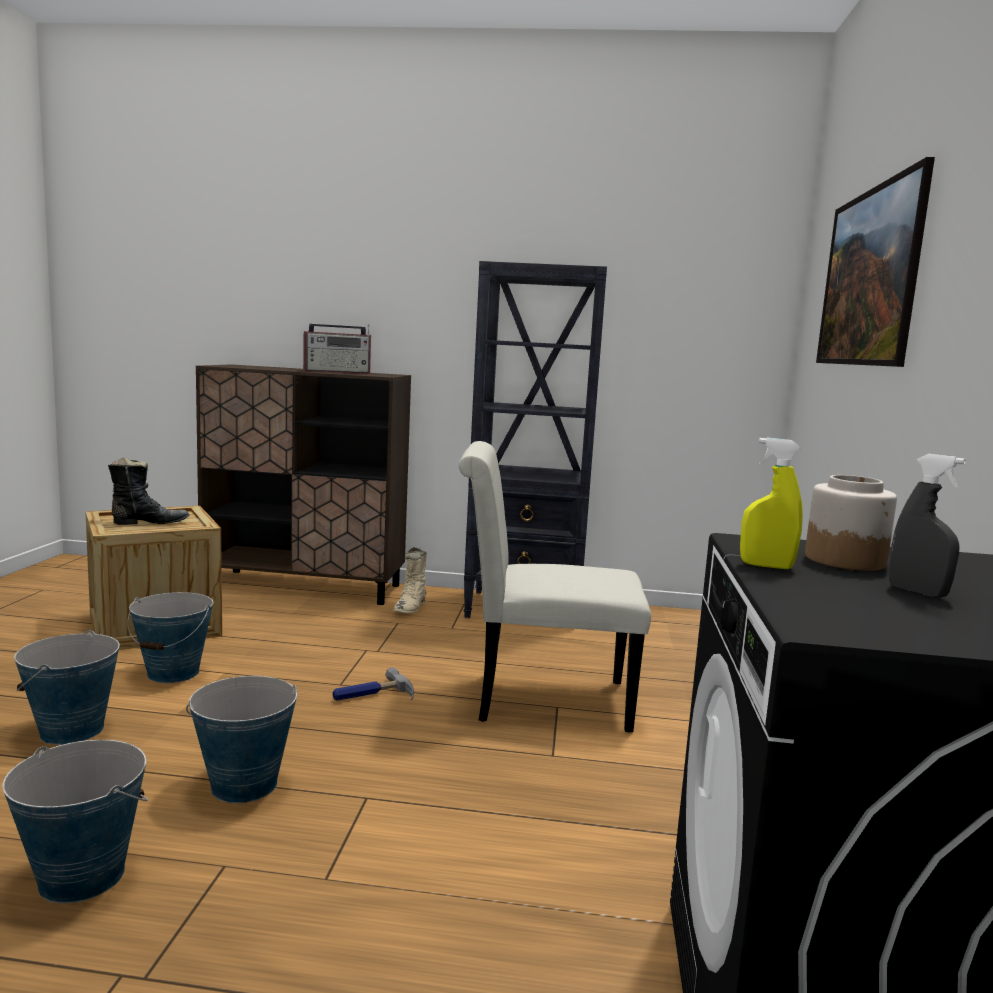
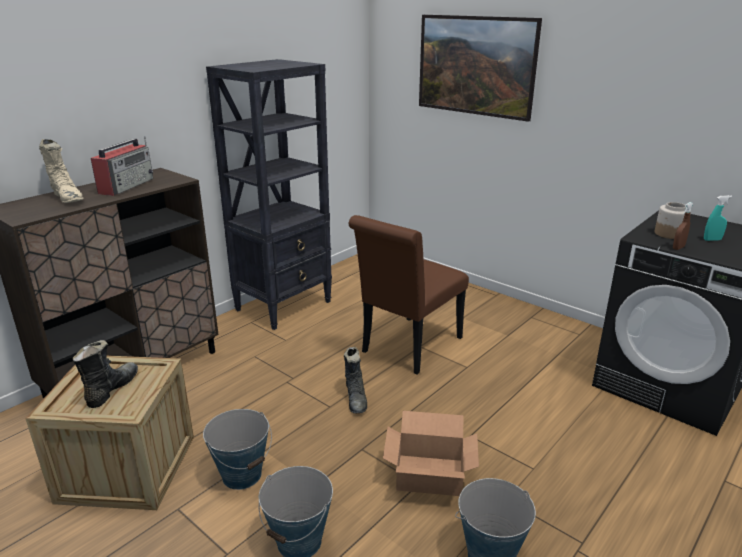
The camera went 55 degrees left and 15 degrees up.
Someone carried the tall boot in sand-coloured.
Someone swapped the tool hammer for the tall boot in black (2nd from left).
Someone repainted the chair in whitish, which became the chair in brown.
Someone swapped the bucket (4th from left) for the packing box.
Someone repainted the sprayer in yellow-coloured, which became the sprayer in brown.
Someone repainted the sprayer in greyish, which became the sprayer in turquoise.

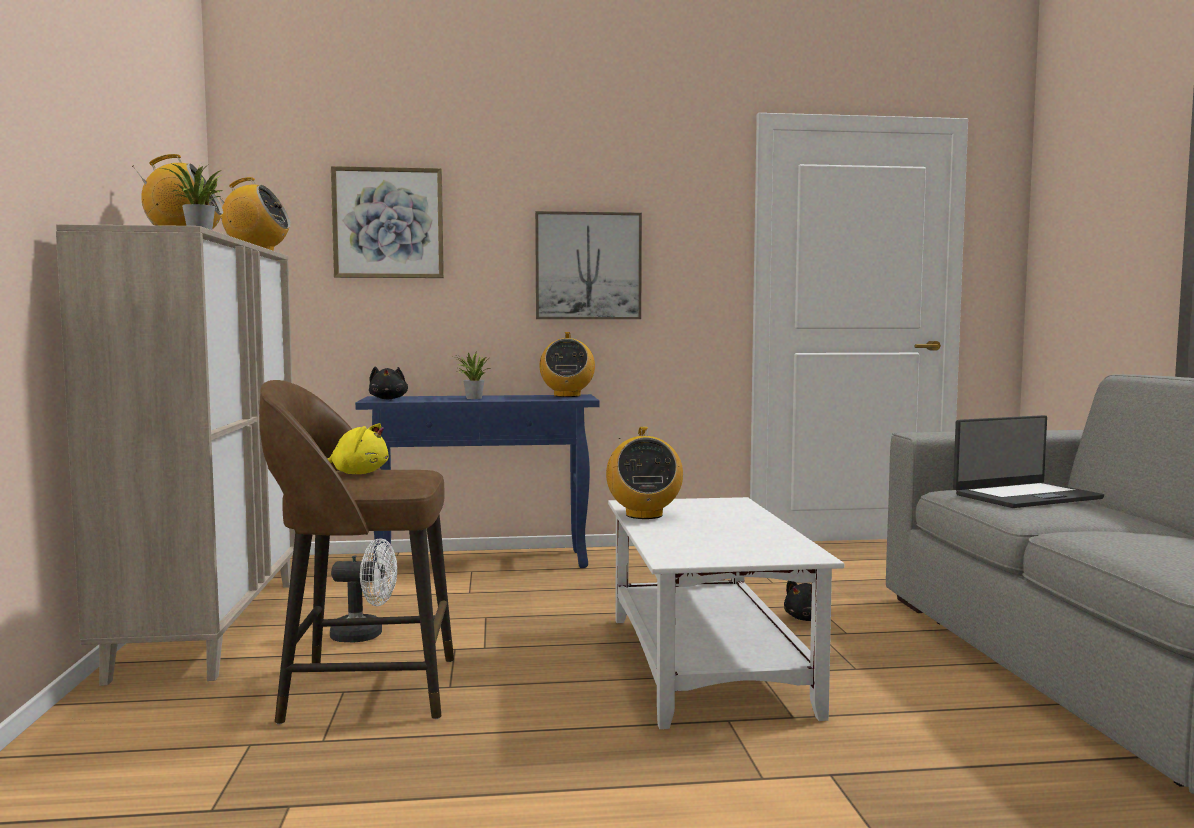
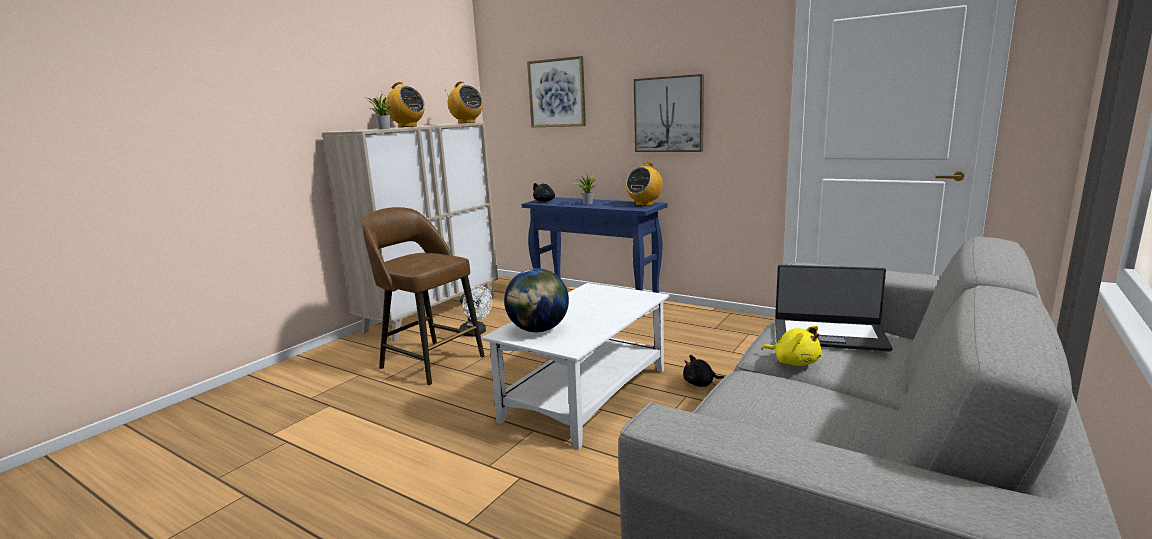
The camera went 40 degrees right and 10 degrees up.
Someone put down the world globe.
Someone carried the soft toy in yellow-coloured.
Someone took away the radio (4th from left).

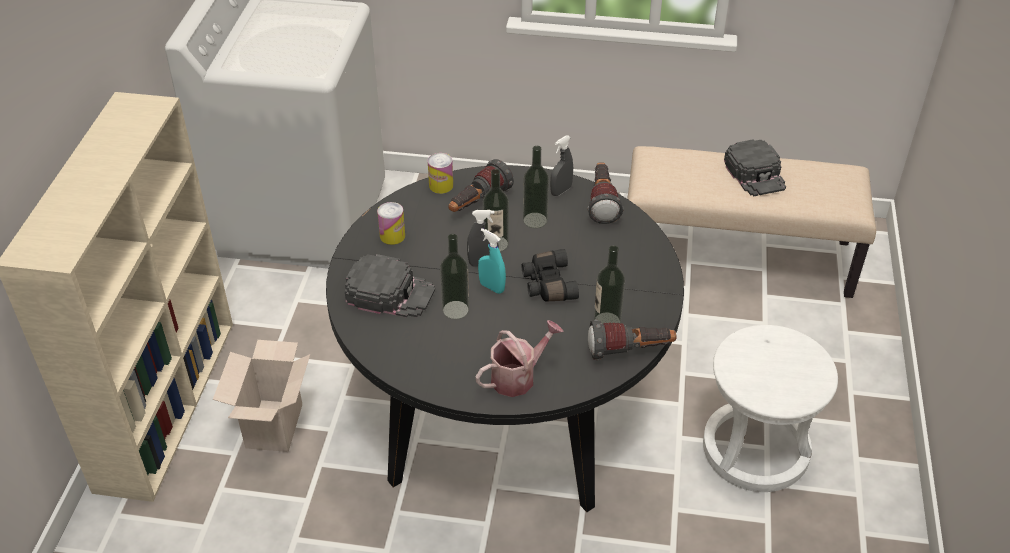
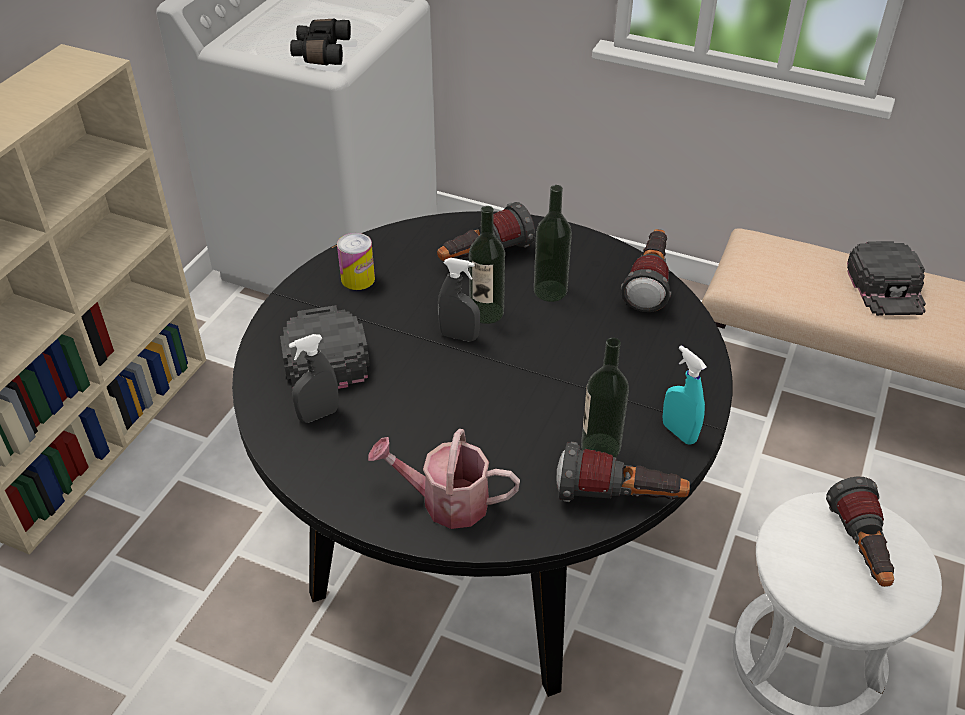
The camera went 15 degrees right and 0 degrees up.
Someone rotated the cap in black (1st from left) by 135 degrees counterclockwise.
Someone carried the sprayer in greyish (2nd from left in the first image).
Someone carried the field glasses in black.
Someone rotated the watering pot by 150 degrees counterclockwise.
Someone carried the sprayer in turquoise.
Someone put down the hand torch (4th from left).
Someone took away the packing box.
Someone took away the metal can (2nd from left).
Someone took away the bottle (1st from left).

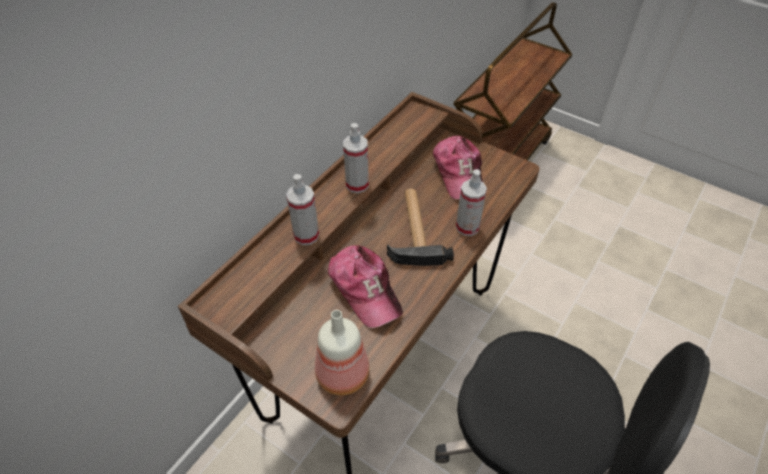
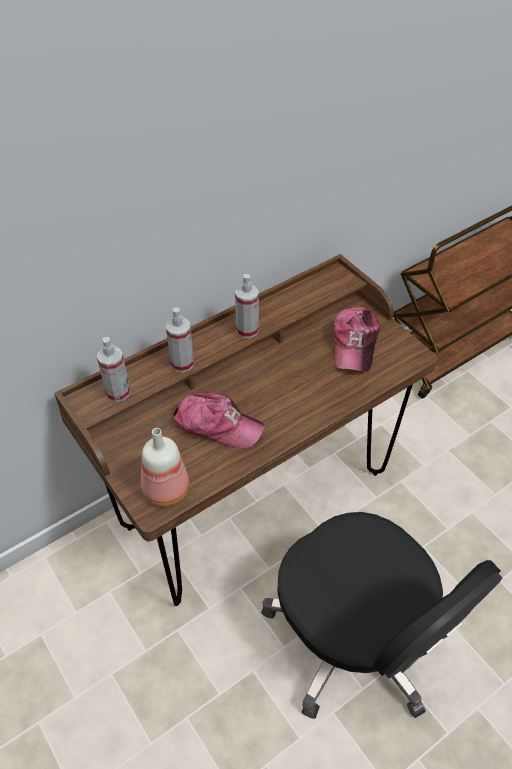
The camera went 20 degrees right and 0 degrees up.
Someone carried the sprayer (3rd from left in the first image).
Someone rotated the cap (1st from left) by 60 degrees counterclockwise.
Someone took away the tool hammer.

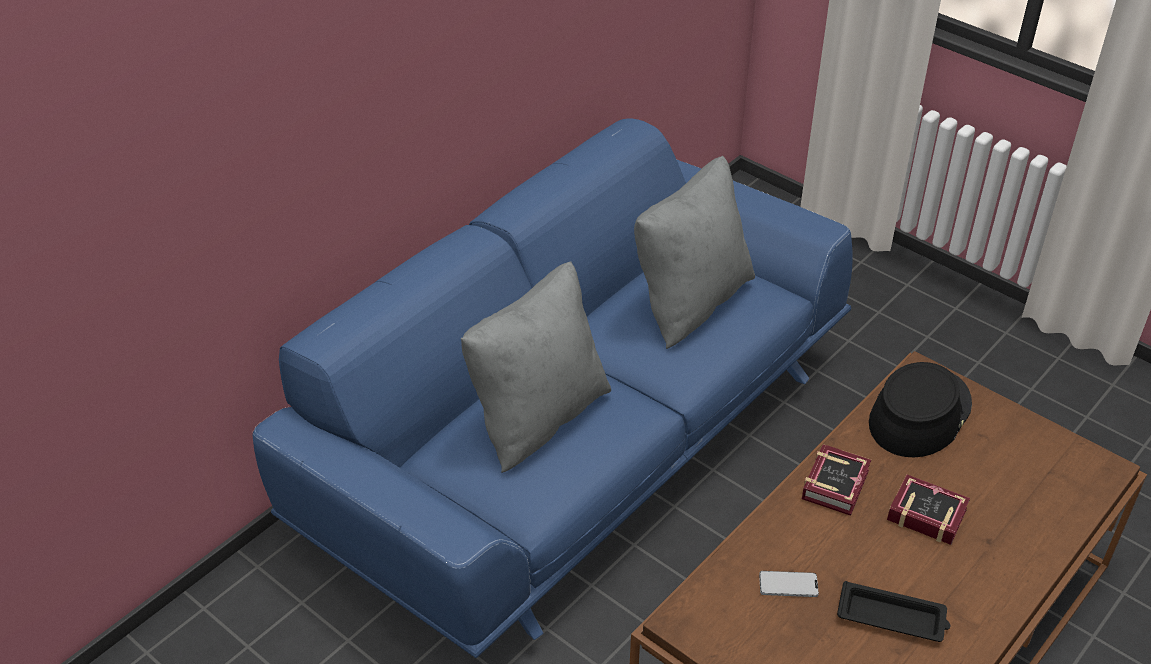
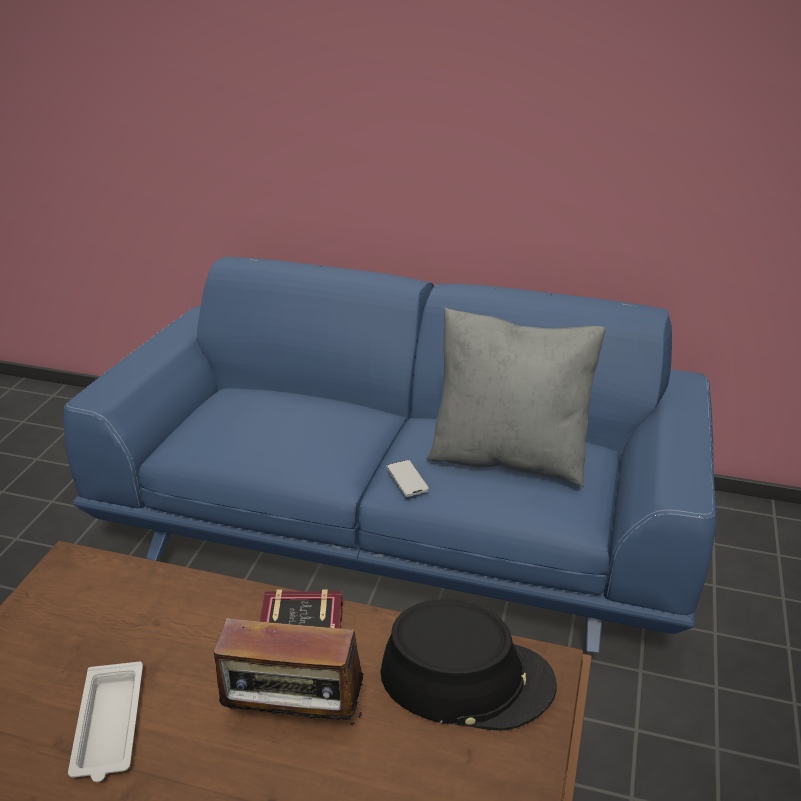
The camera went 65 degrees right and 10 degrees down.
Someone repainted the tray in black, which became the tray in whitish.
Someone swapped the volume (2nd from left) for the radio.
Someone carried the telephone.
Someone took away the throw pillow in greyish (1st from left).

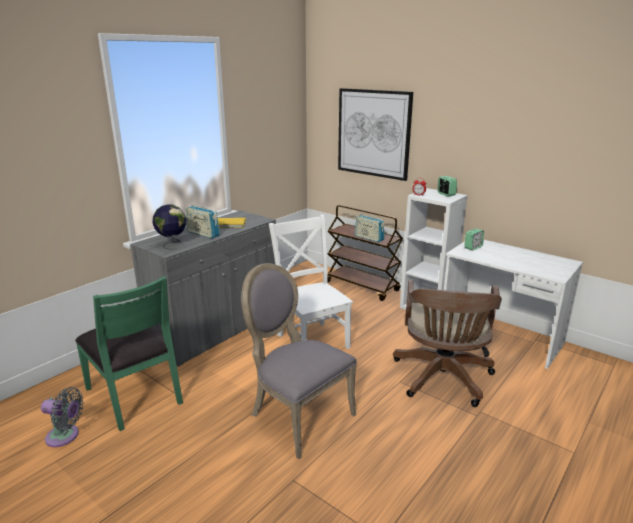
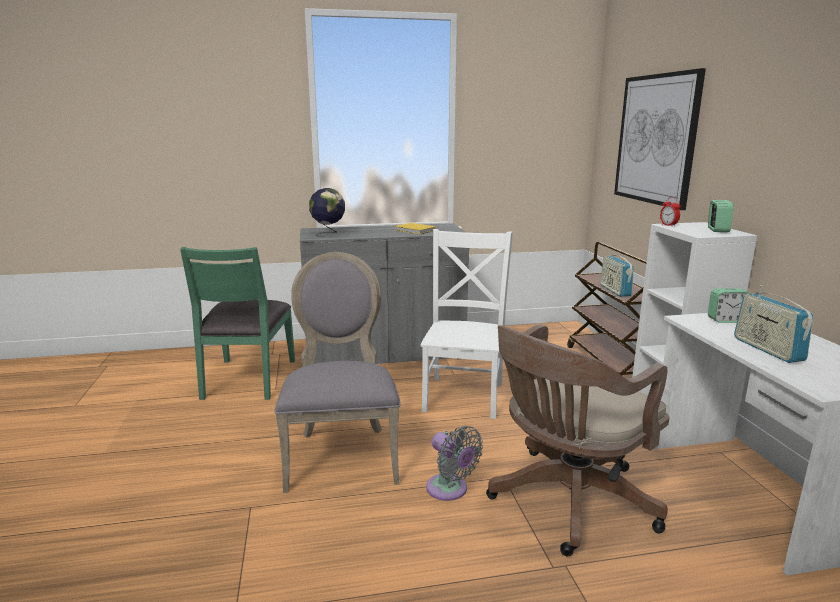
The camera went 40 degrees right and 5 degrees down.
Someone carried the fan in greyish.
Someone carried the radio (1st from left in the first image).

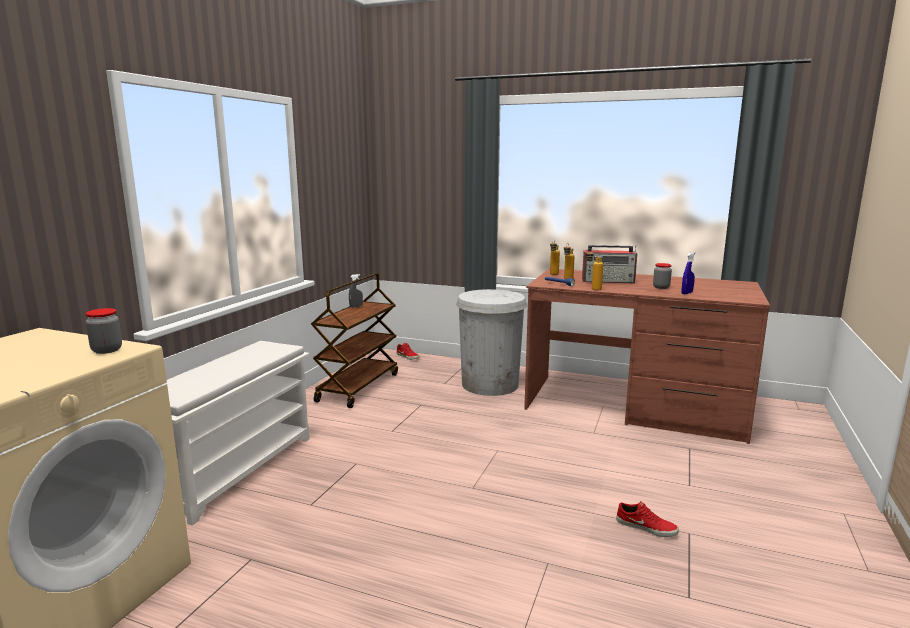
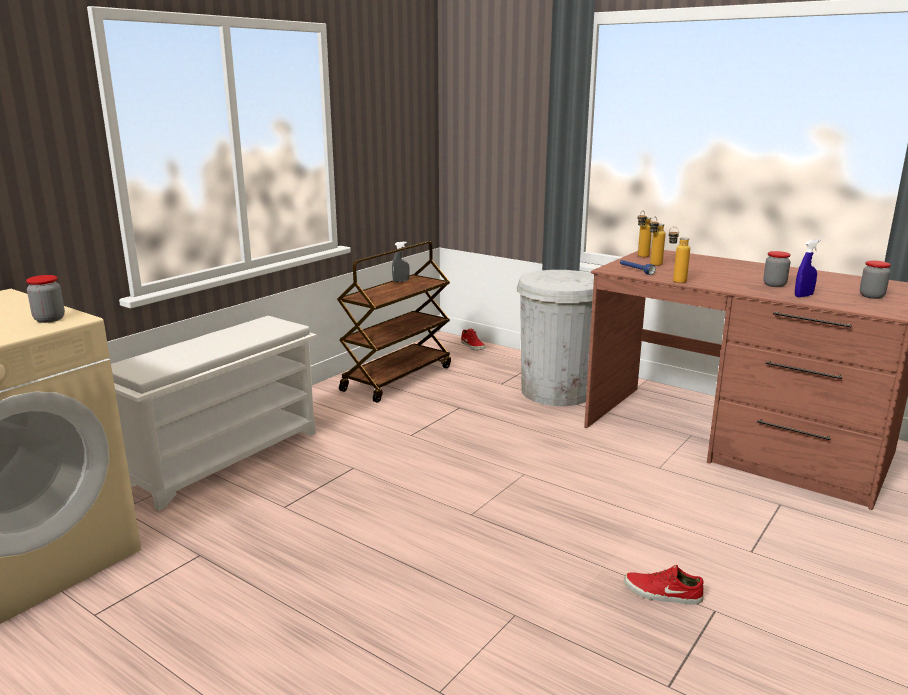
The camera went 15 degrees right and 5 degrees up.
Someone rotated the shoe in red-coloured (2nd from left) by 150 degrees clockwise.
Someone put down the storage jar (3rd from left).
Someone took away the radio.

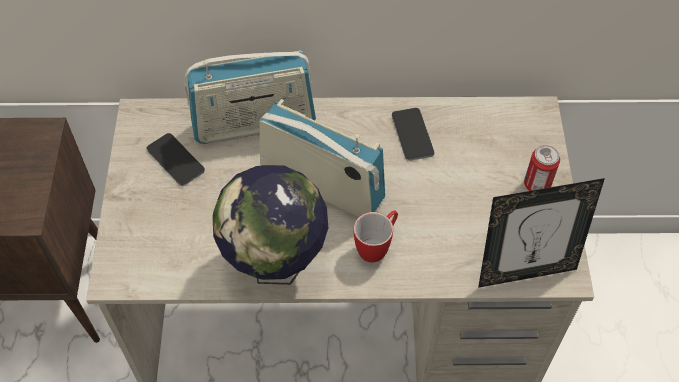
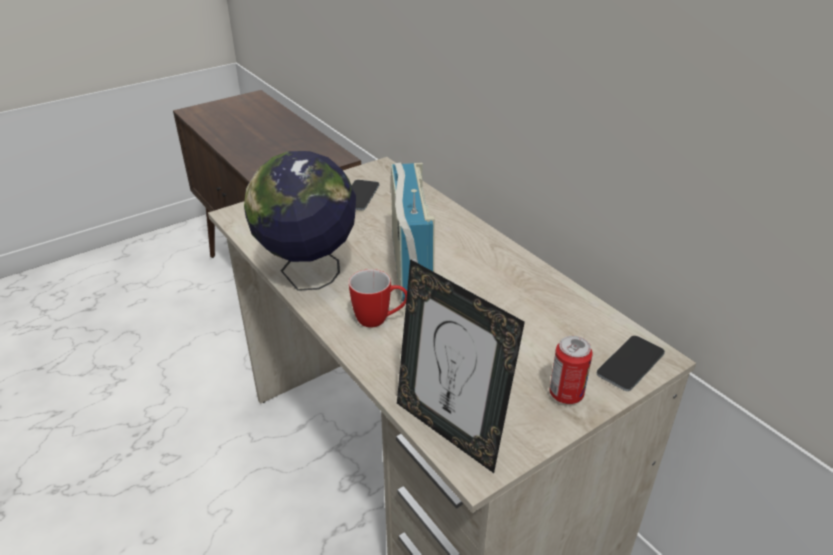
The camera went 55 degrees right and 20 degrees down.
Someone carried the telephone (2nd from left).
Someone took away the radio (1st from left).

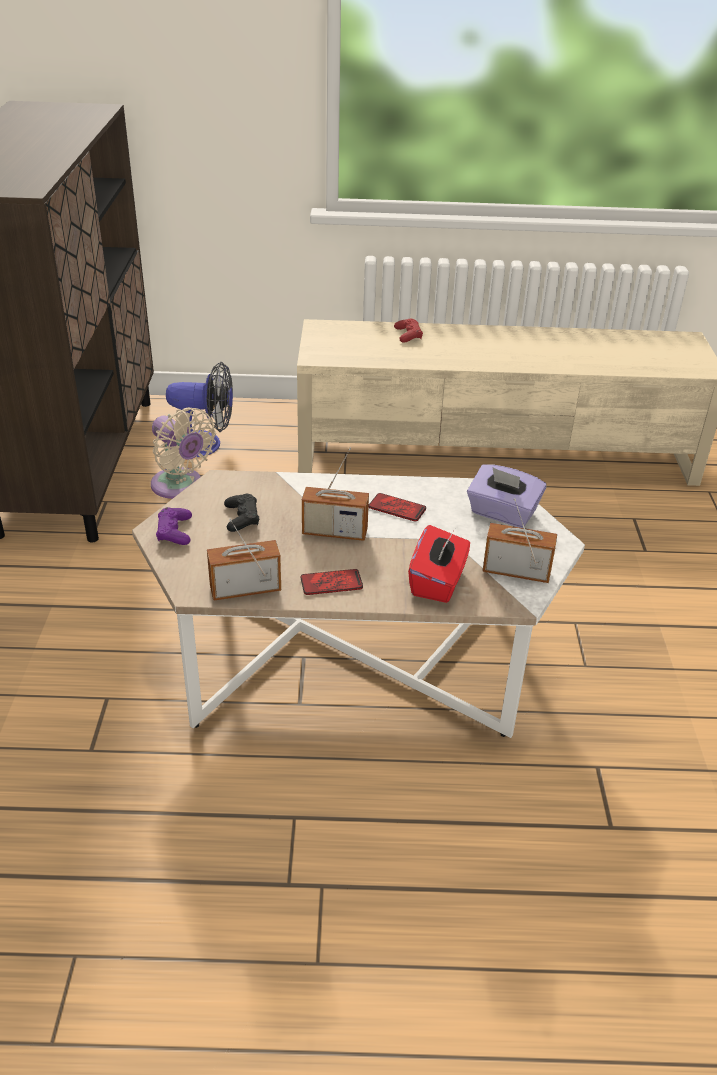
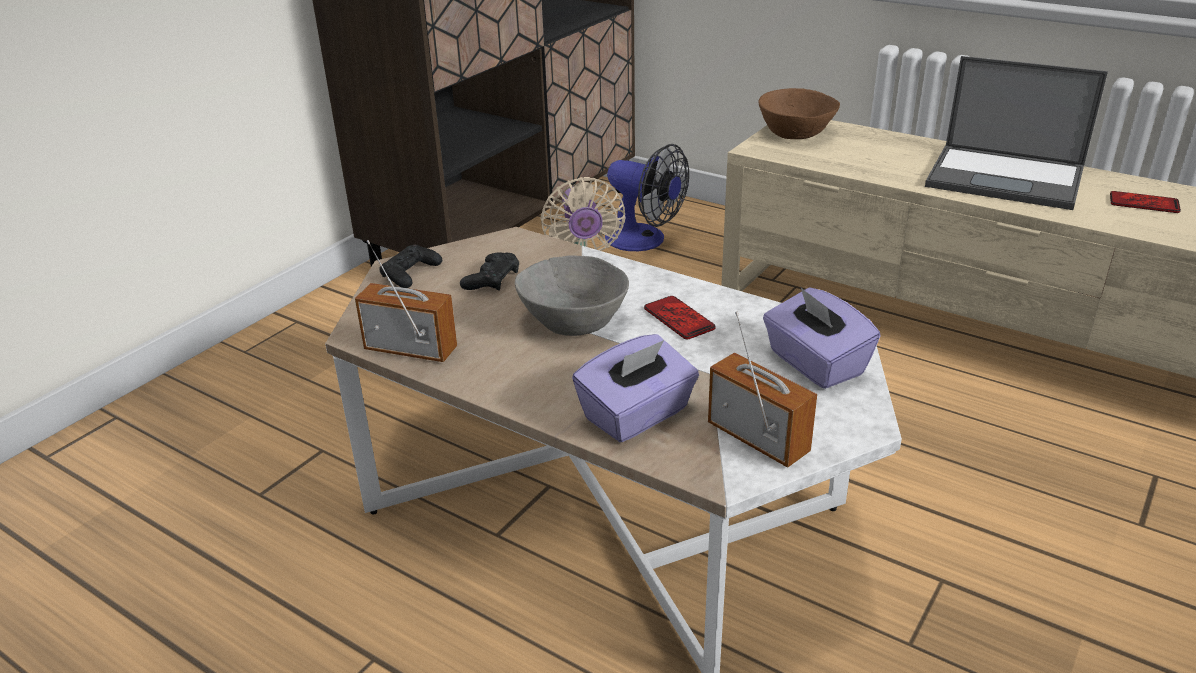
The camera went 35 degrees right and 5 degrees down.
Someone repainted the gamepad in purple, which became the gamepad in black (1st from left).
Someone swapped the radio (2nd from left) for the serving bowl in greyish.
Someone repainted the tissue holder in red-coloured, which became the tissue holder in purple (1st from left).
Someone put down the serving bowl in brown.
Someone put down the notebook computer.
Someone carried the telephone (1st from left in the first image).
Someone took away the gamepad in red-coloured.

